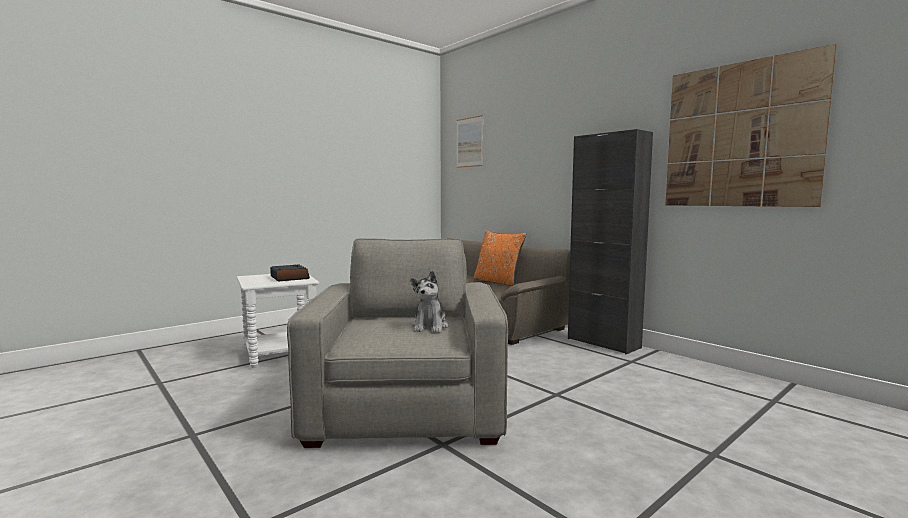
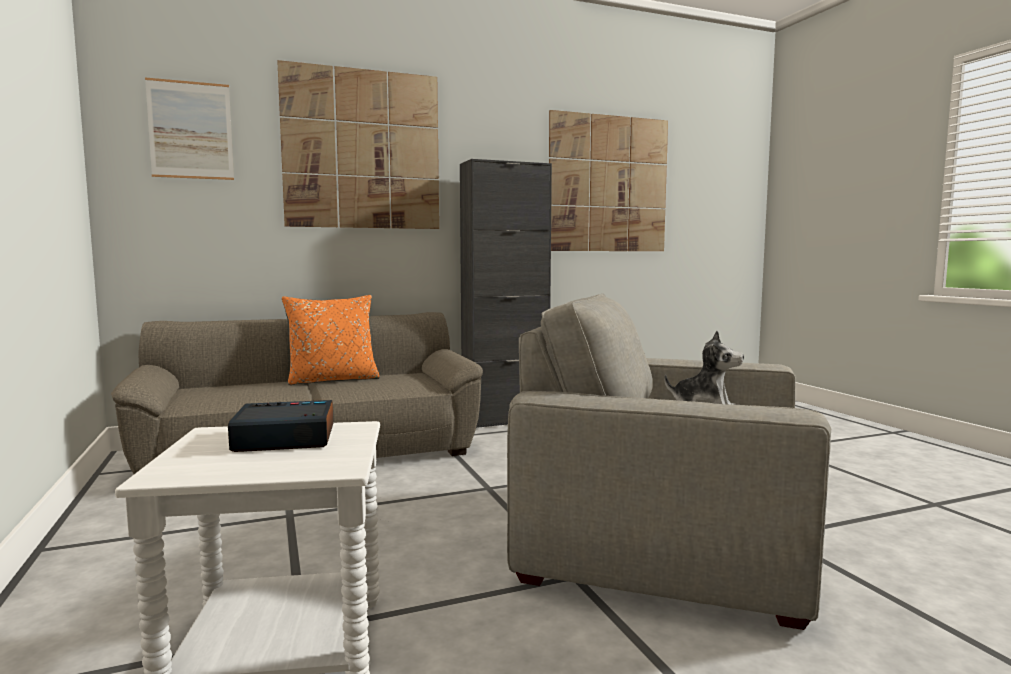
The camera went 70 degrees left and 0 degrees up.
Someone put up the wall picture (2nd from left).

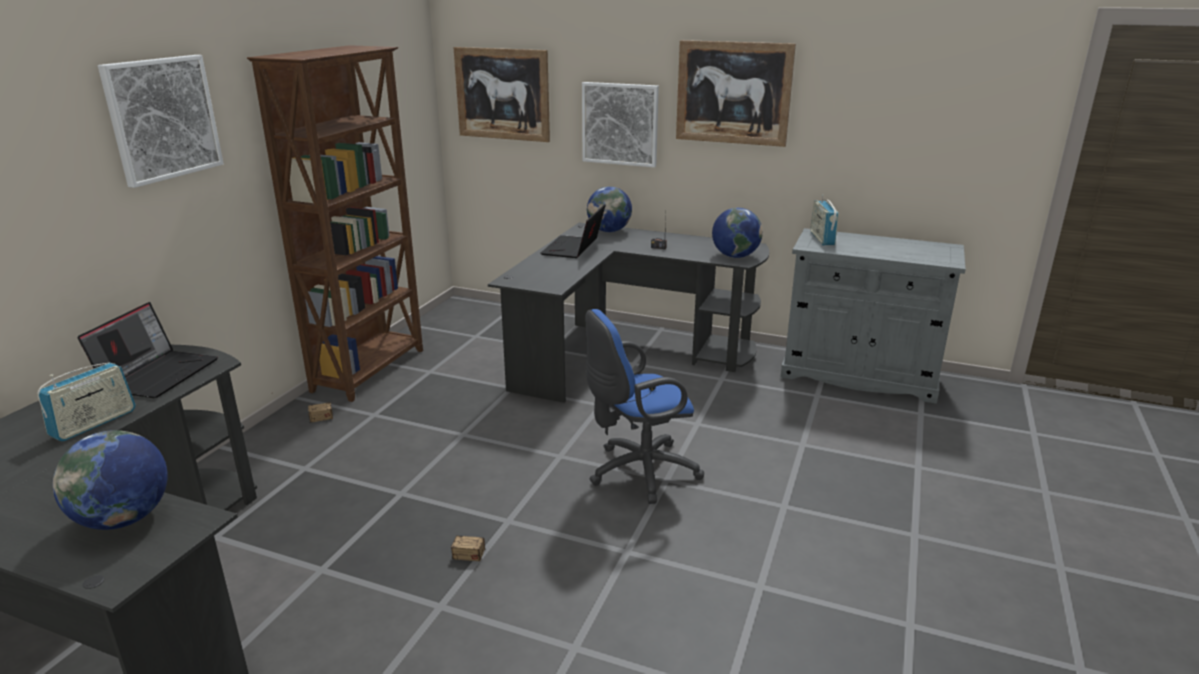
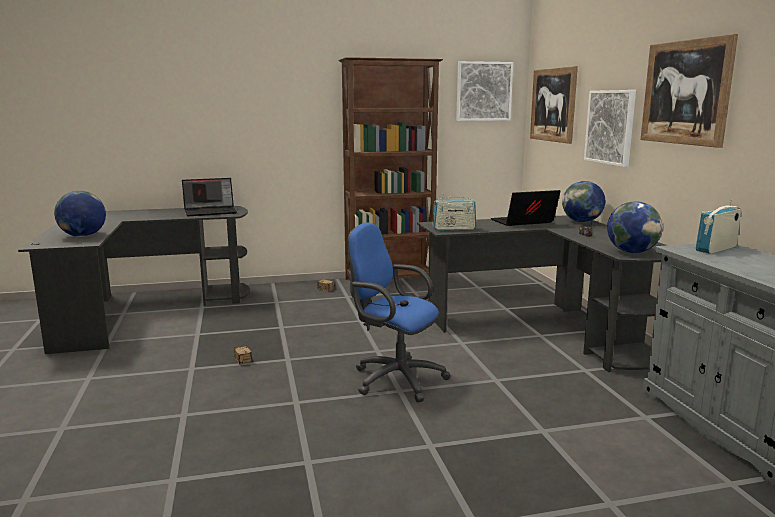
The camera went 55 degrees right and 10 degrees down.
Someone carried the radio (1st from left).
Someone carried the wall picture (1st from left).

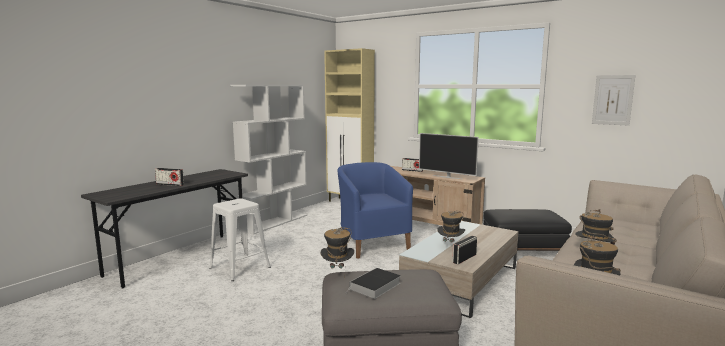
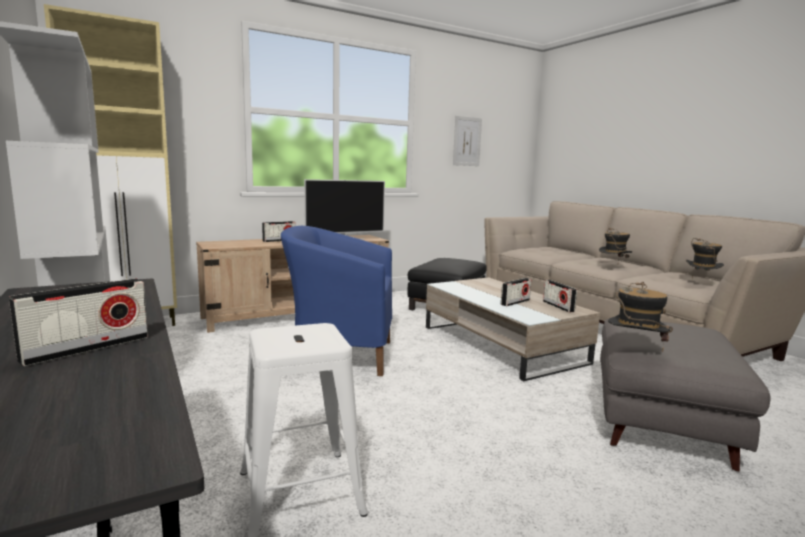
The camera went 65 degrees left and 0 degrees up.
Someone swapped the hat (2nd from left) for the radio (3rd from left).
Someone took away the volume.

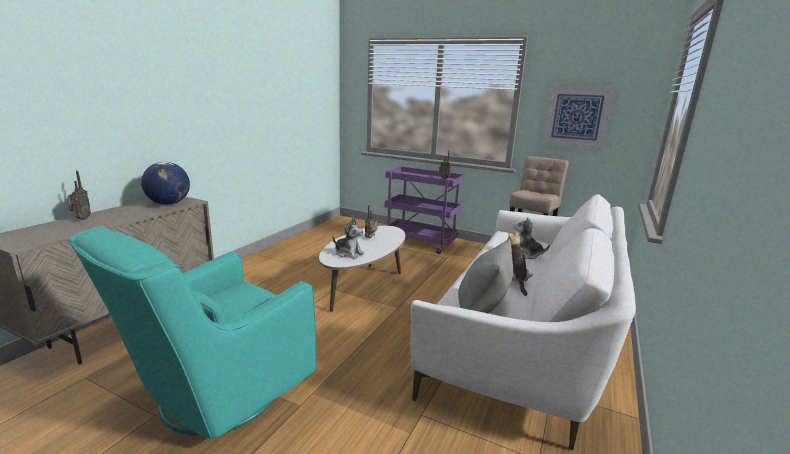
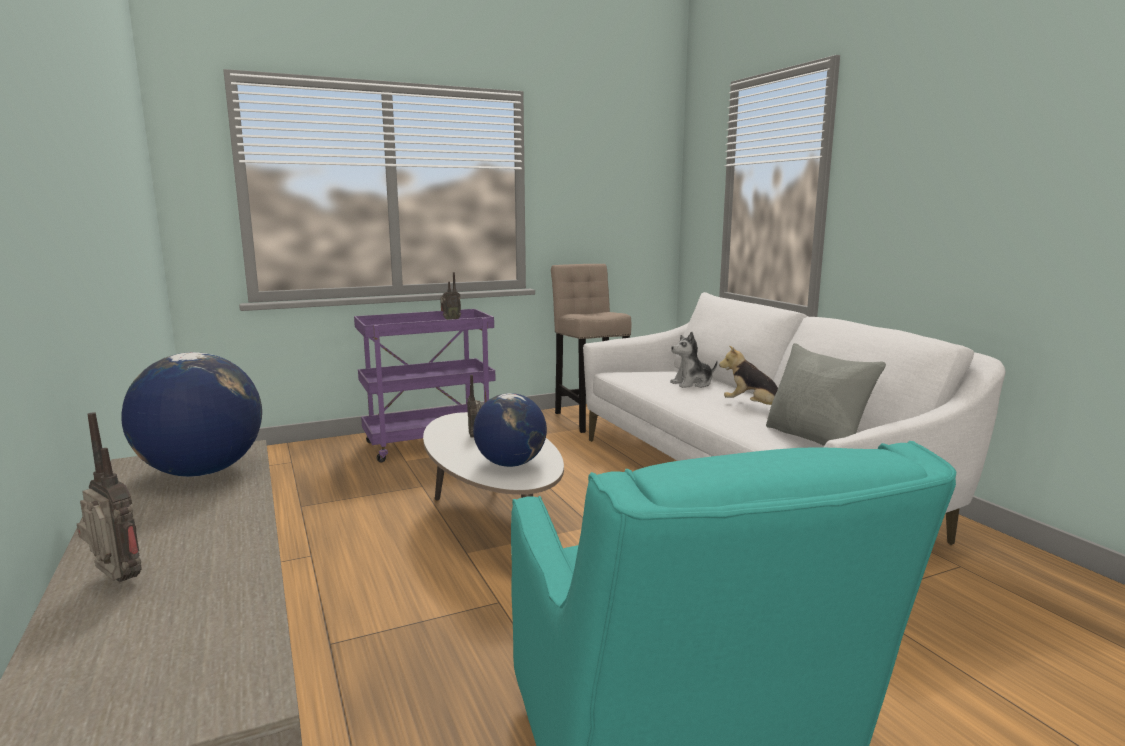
The camera went 50 degrees left and 5 degrees down.
Someone swapped the soft toy (1st from left) for the world globe (2nd from left).
Someone took away the wall picture.

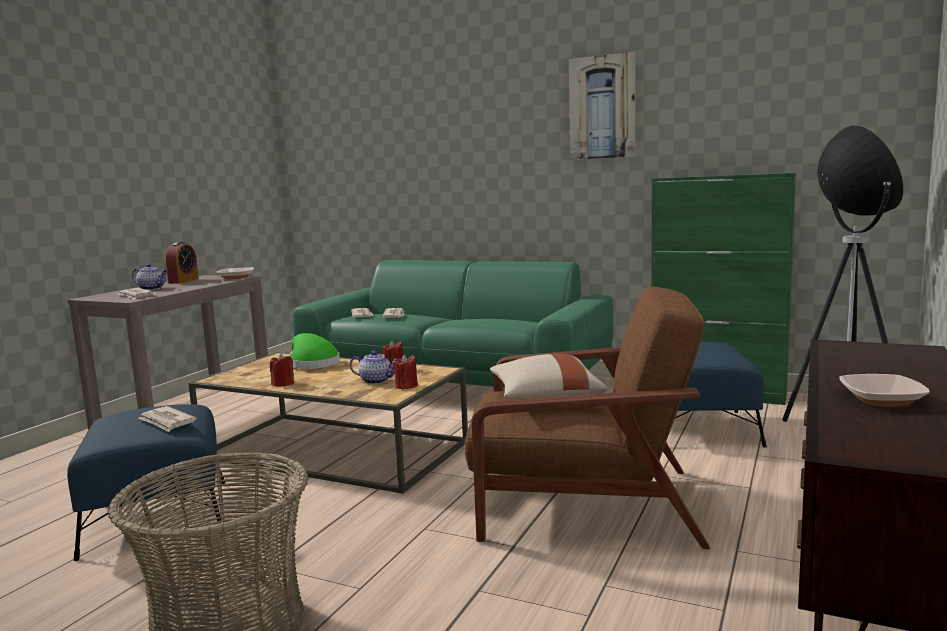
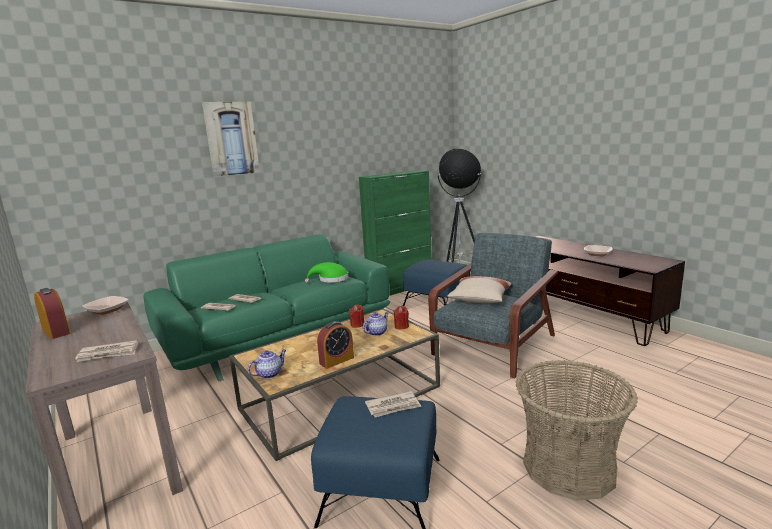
The camera went 60 degrees left and 5 degrees up.
Someone carried the wall picture.
Someone carried the pot for tea (1st from left).
Someone carried the hat in greenish.
Someone swapped the wax light in red-coloured (1st from left) for the alarm clock (2nd from left).
Someone repainted the lounge chair in brown, which became the lounge chair in greyish.

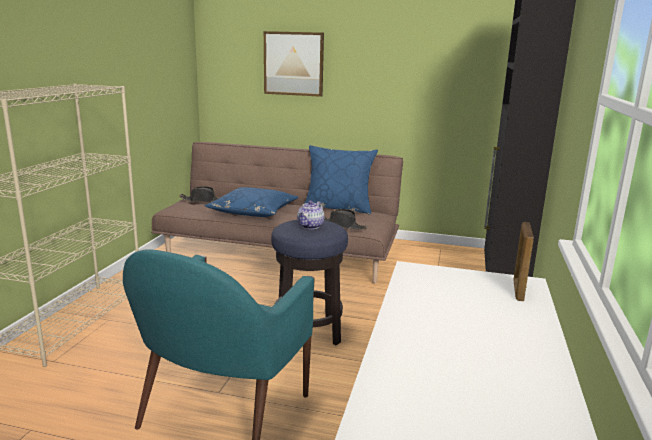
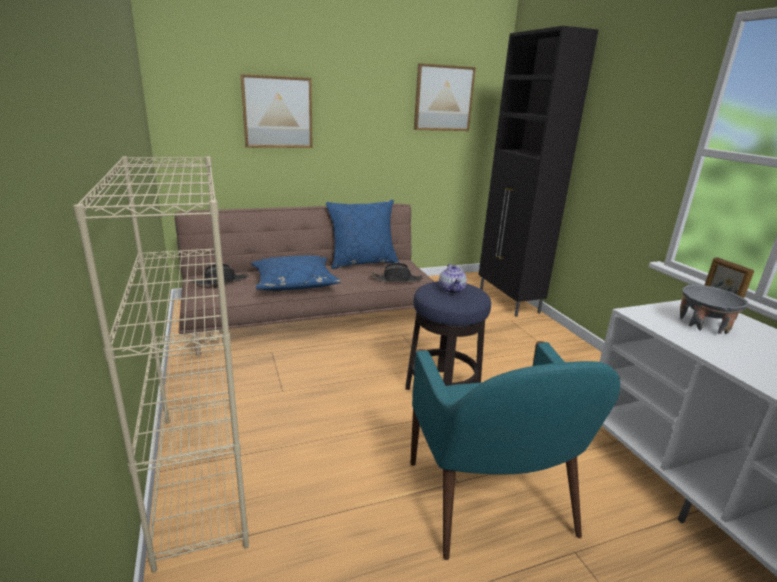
The camera went 35 degrees left and 5 degrees up.
Someone put up the wall picture (2nd from left).
Someone put down the serving bowl in greyish.

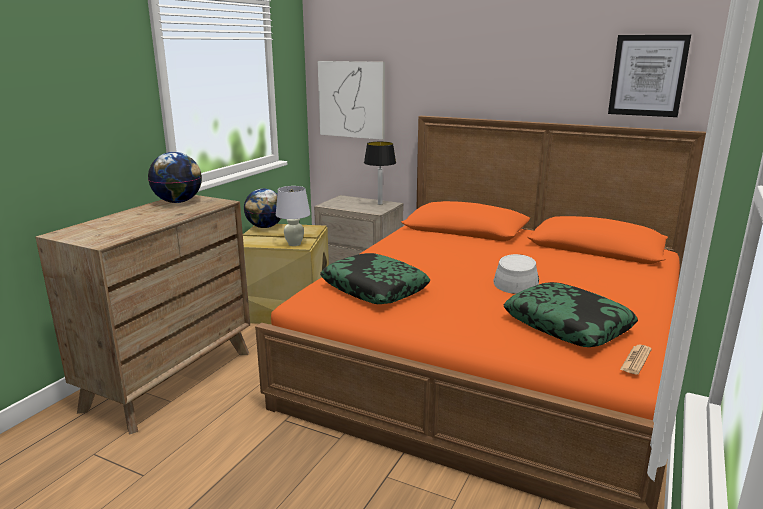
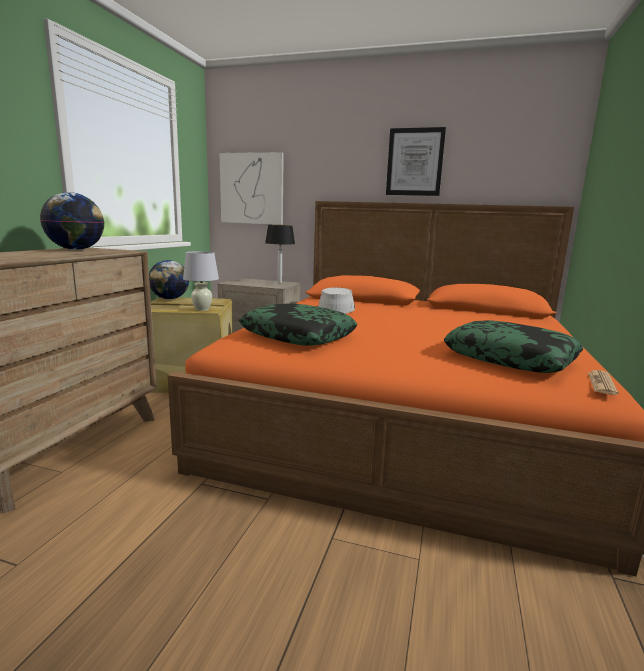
The camera went 10 degrees left and 5 degrees down.
Someone carried the hat in greyish.
Someone carried the wall picture (2nd from left).

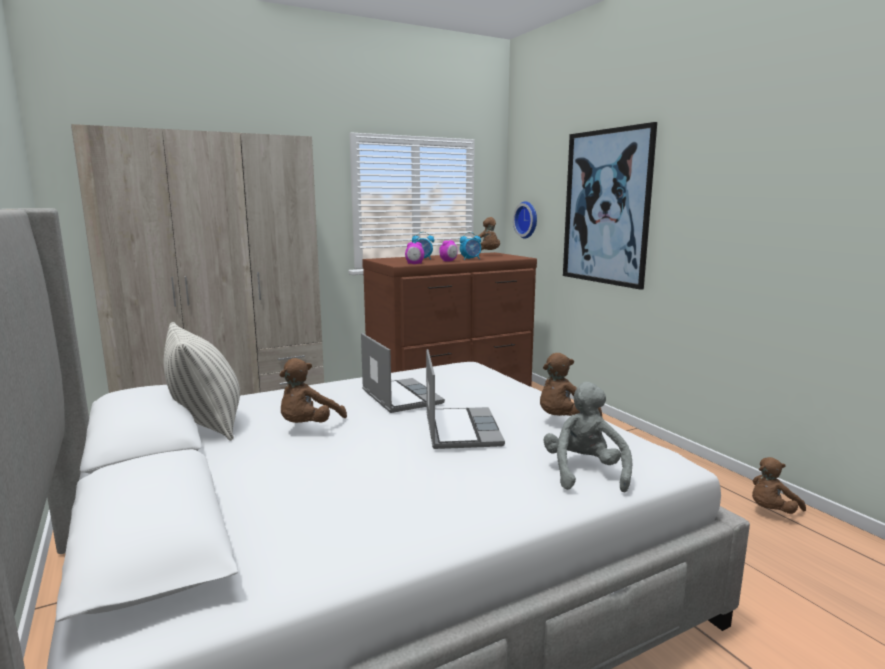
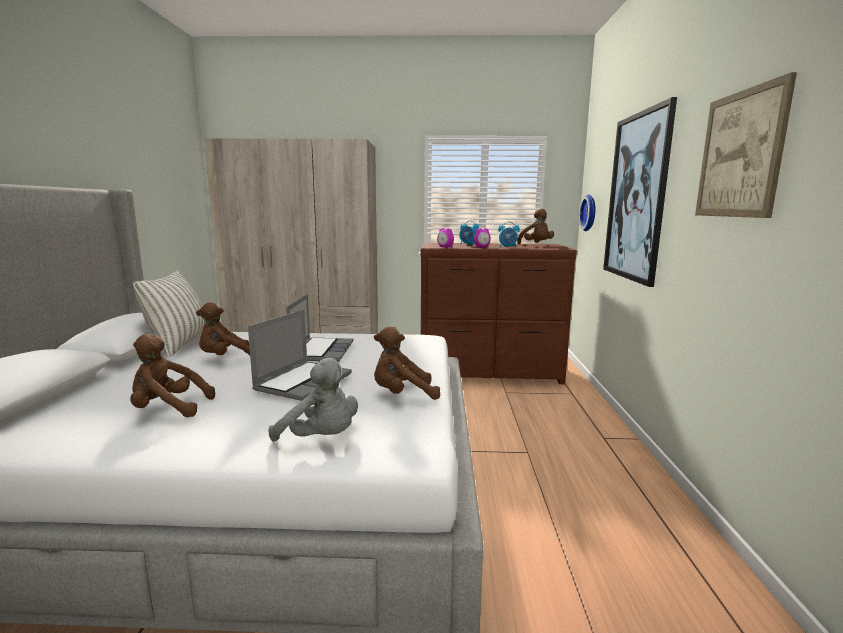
The camera went 30 degrees right and 0 degrees up.
Someone carried the soft toy in brown (4th from left in the first image).
Someone rotated the soft toy in greyish by 90 degrees clockwise.
Someone put up the wall picture (2nd from left).

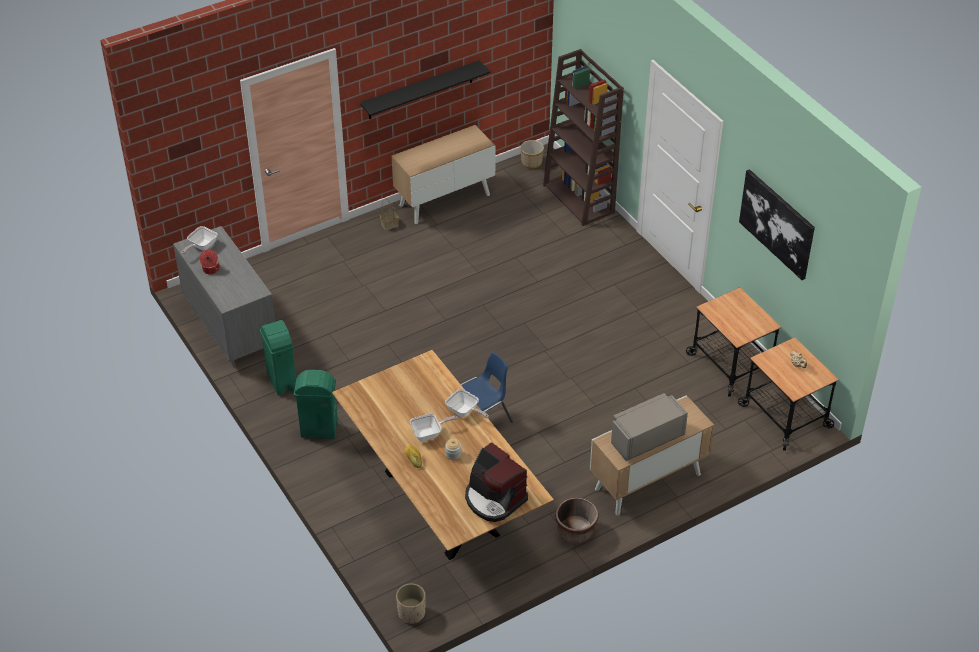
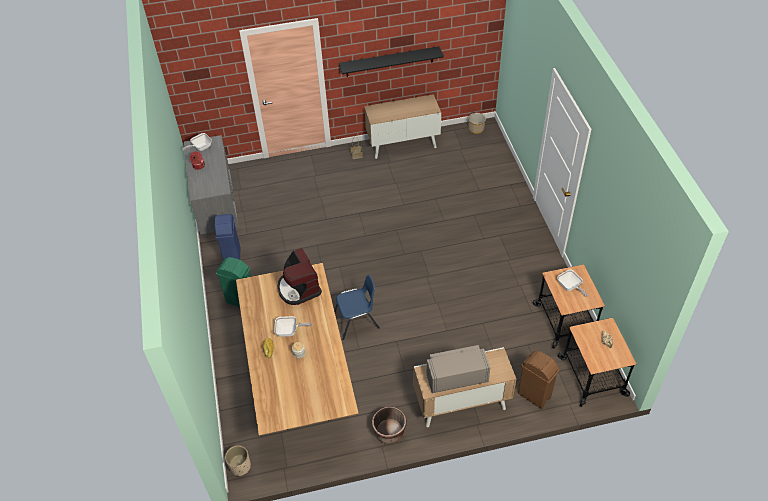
The camera went 20 degrees right and 5 degrees up.
Someone repainted the waste bin in greenish (1st from left), which became the waste bin in blue-coloured.
Someone carried the coffee brewer.
Someone put down the waste bin in brown.
Someone carried the frying pan (3rd from left).
Someone took away the bookshelf in brown.
Someone took away the wall picture.

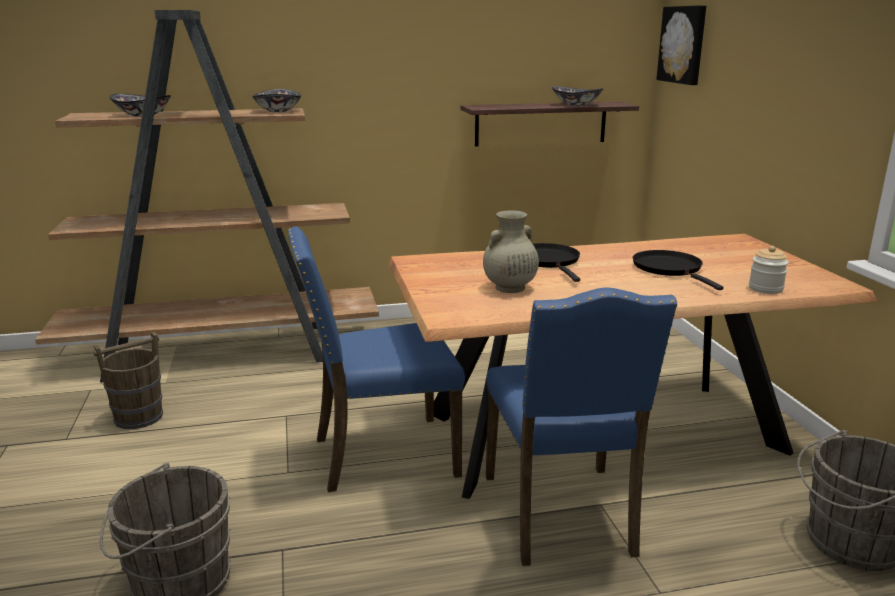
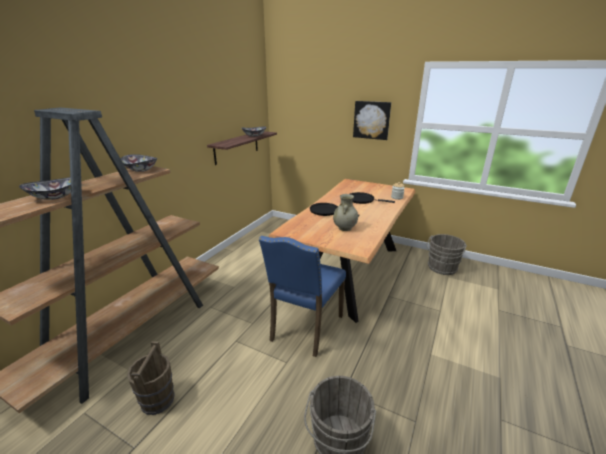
The camera went 50 degrees left and 5 degrees up.
Someone carried the wall picture.
Someone took away the chair in blue-coloured (2nd from left).

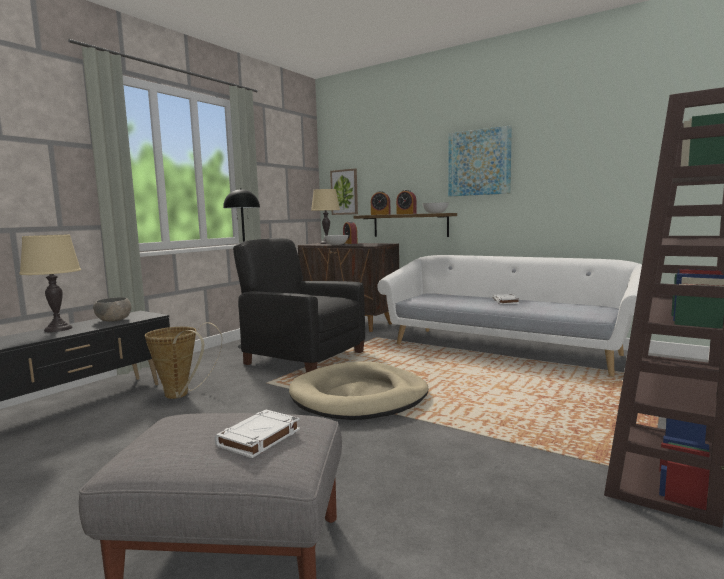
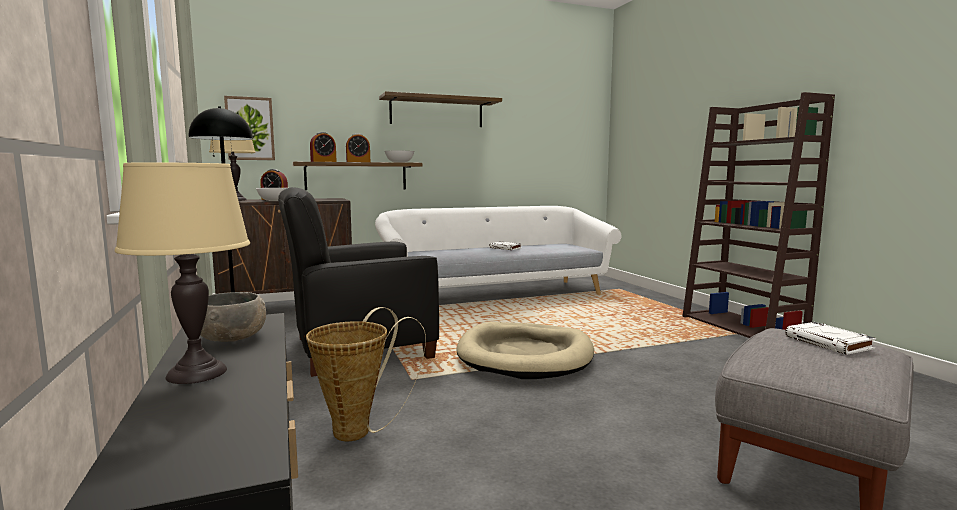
The camera went 55 degrees left and 0 degrees up.
Someone swapped the wall picture (2nd from left) for the wall shelf (2nd from left).

